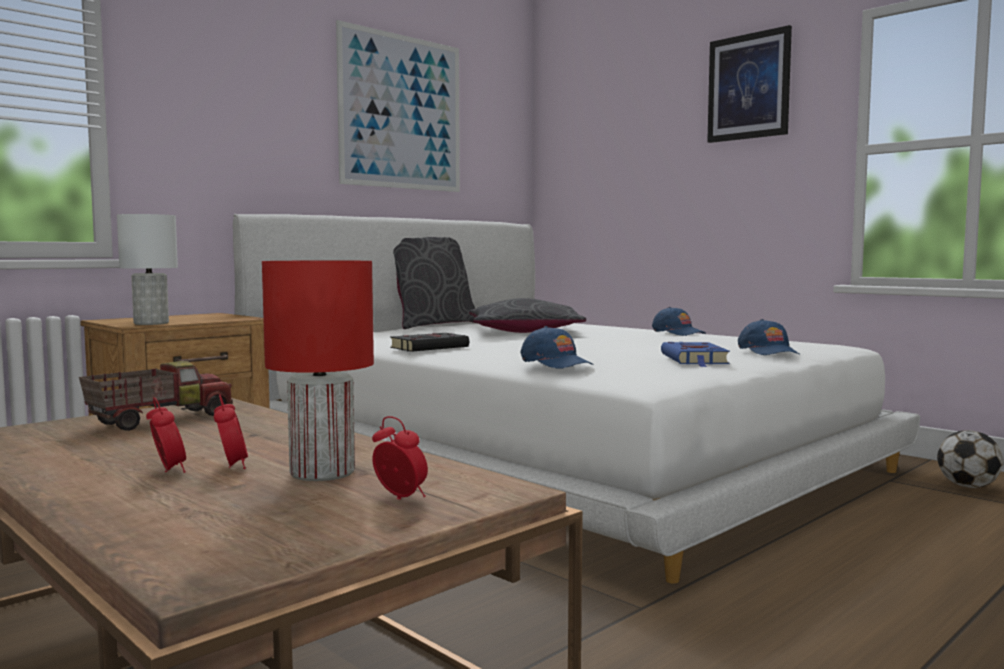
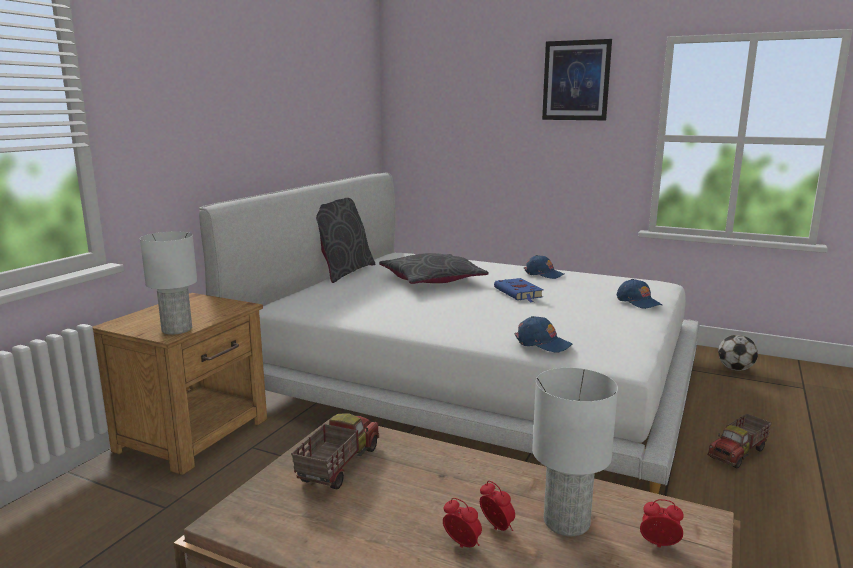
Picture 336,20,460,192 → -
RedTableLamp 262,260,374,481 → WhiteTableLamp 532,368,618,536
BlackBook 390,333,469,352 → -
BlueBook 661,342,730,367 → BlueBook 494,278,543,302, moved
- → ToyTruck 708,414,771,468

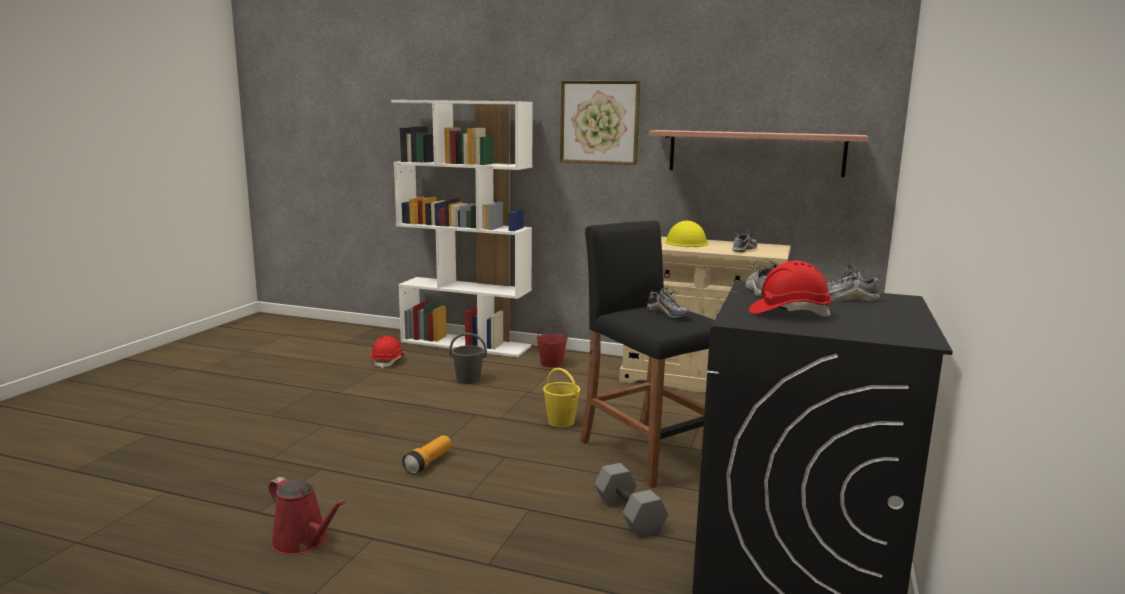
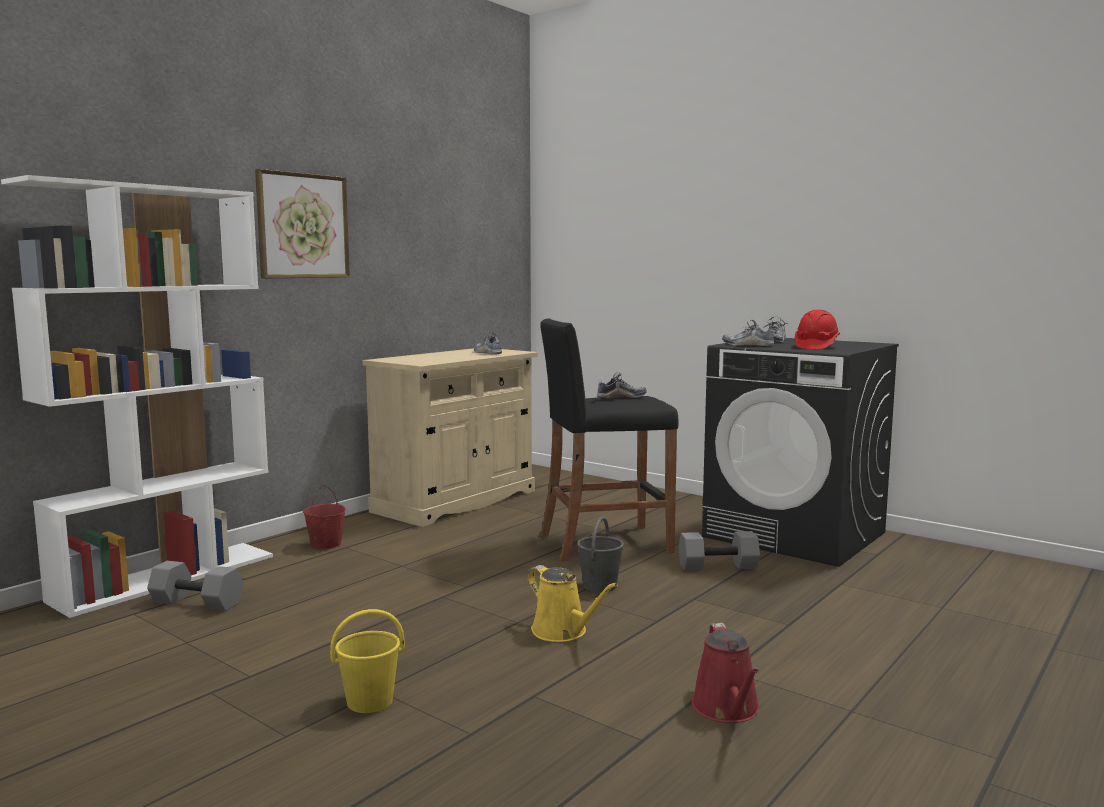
Shelf 649,130,869,177 → -
YellowHardHat 665,221,708,247 → -
GreyBucket 449,333,487,384 → GreyBucket 577,517,624,593, moved
RedHardHat 371,336,404,368 → -
YellowBucket 543,368,580,428 → YellowBucket 330,609,405,713, moved
Flashlight 403,435,451,475 → YellowWateringCan 527,565,618,642
RedWateringCan 269,477,345,555 → RedWateringCan 692,623,760,723, 120 degrees clockwise
- → GreyDumbbell 147,561,244,611

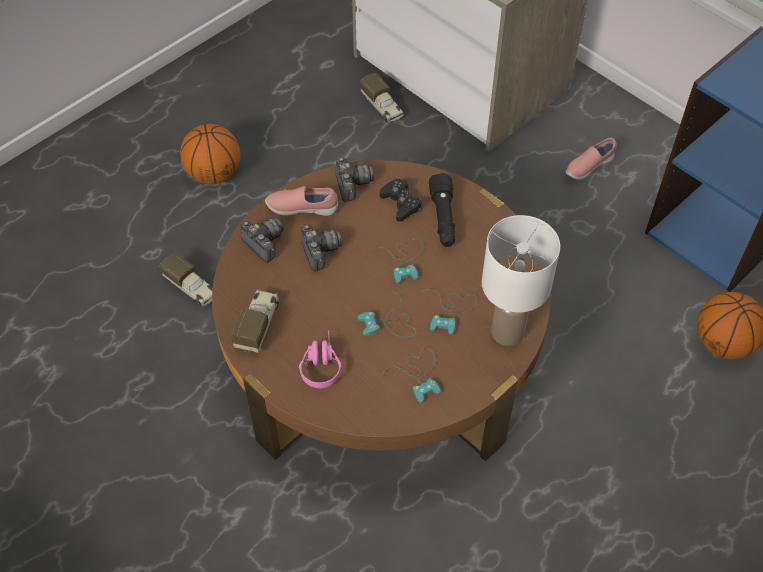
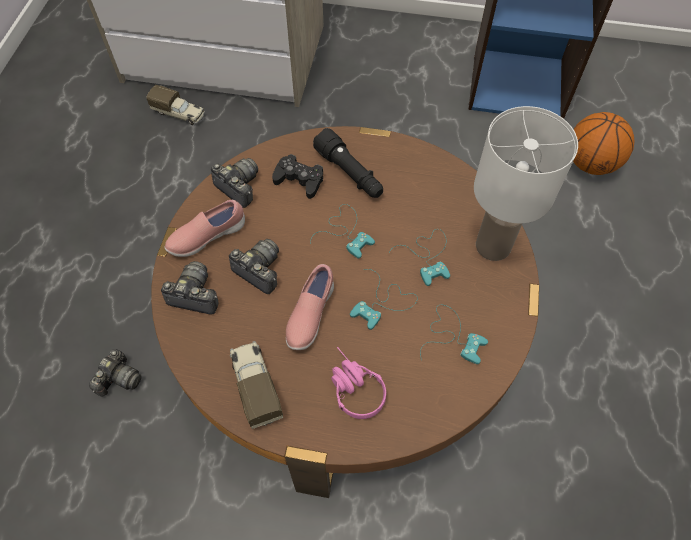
Basketball 180,124,240,184 → -
PinkShoe 566,137,617,180 → PinkShoe 286,264,334,350, moved
ToyTruck 160,252,213,306 → PhotoCamera 89,349,142,397

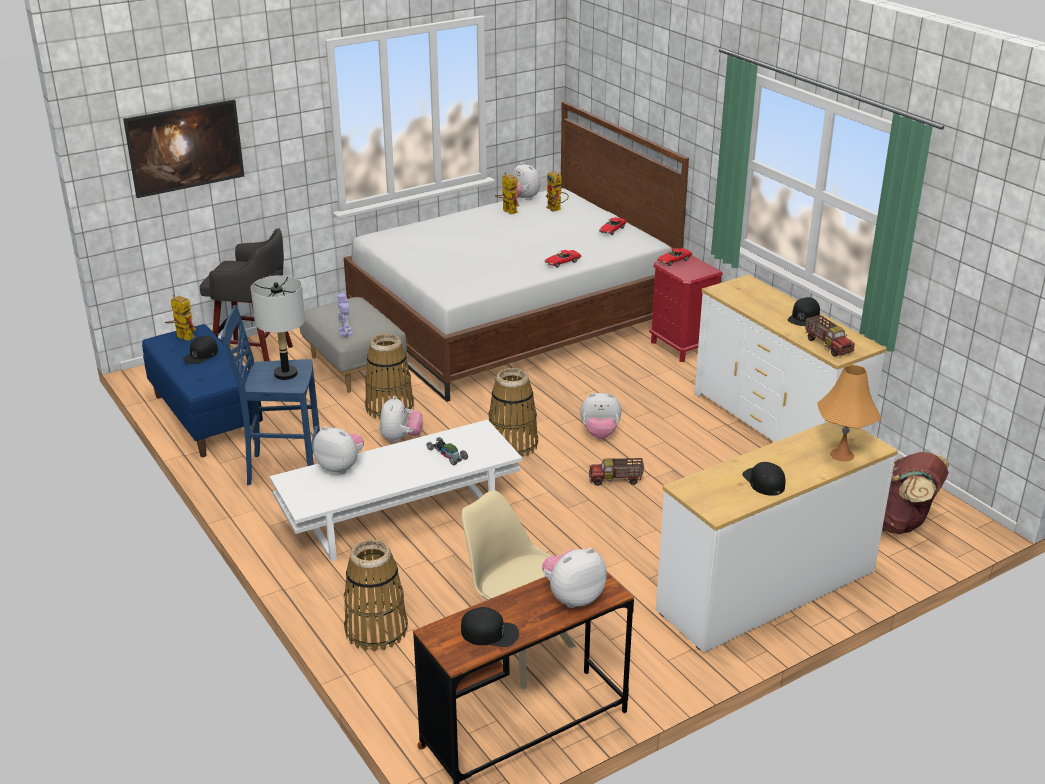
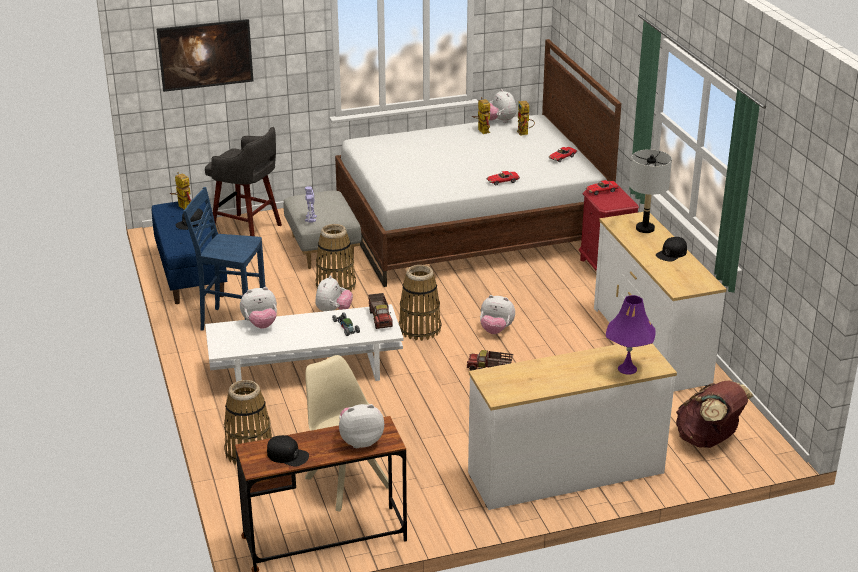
GreyTableLamp 251,275,305,380 → GreyTableLamp 629,149,672,233, moved
ToyTruck 805,315,855,357 → ToyTruck 368,293,393,329, moved
OrangeTableLamp 817,364,881,462 → PurpleTableLamp 606,295,656,375
PlushToy 313,426,364,474 → PlushToy 240,287,277,329, 120 degrees clockwise
BlackCap 742,462,786,496 → -

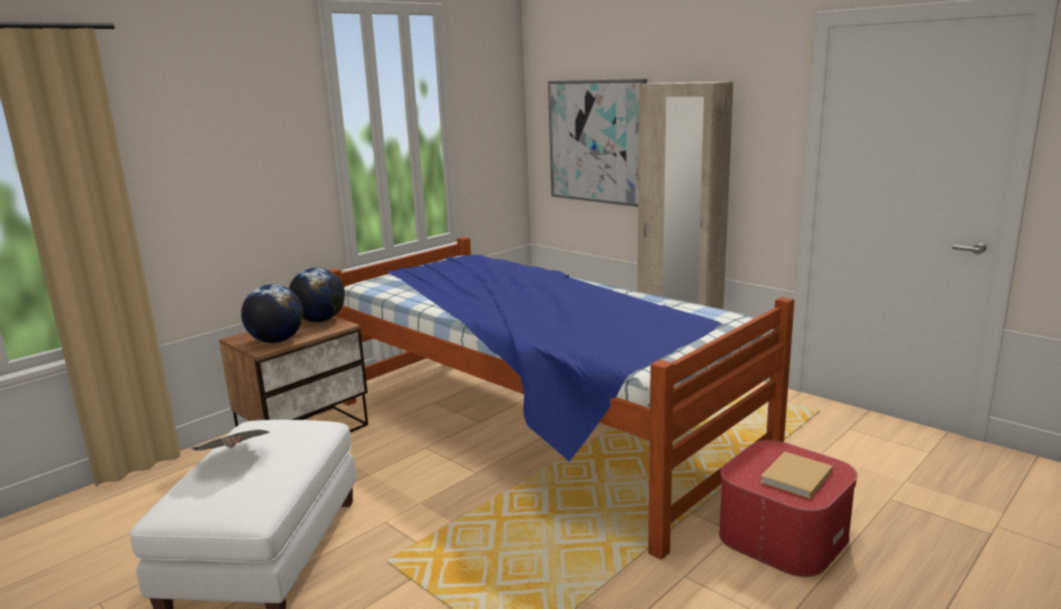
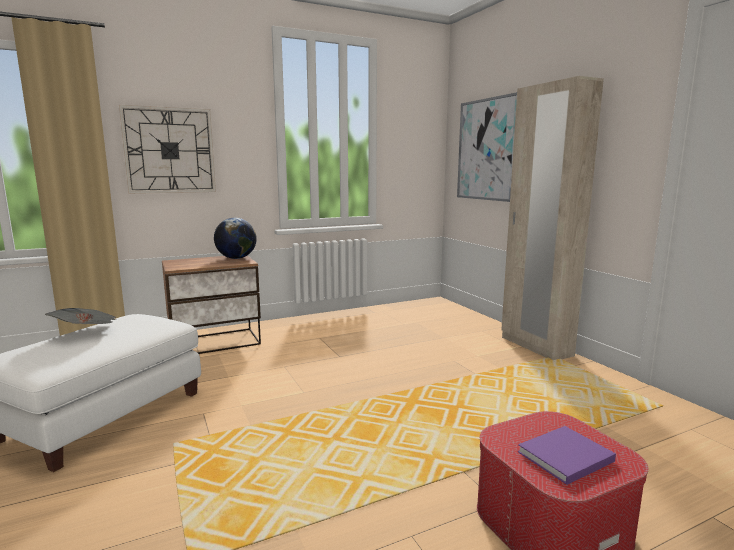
Bed 329,237,795,560 → -
Globe 241,284,303,343 → -
BeigeBook 760,452,833,499 → PurpleBook 518,426,616,485
- → WallClock 119,105,216,194

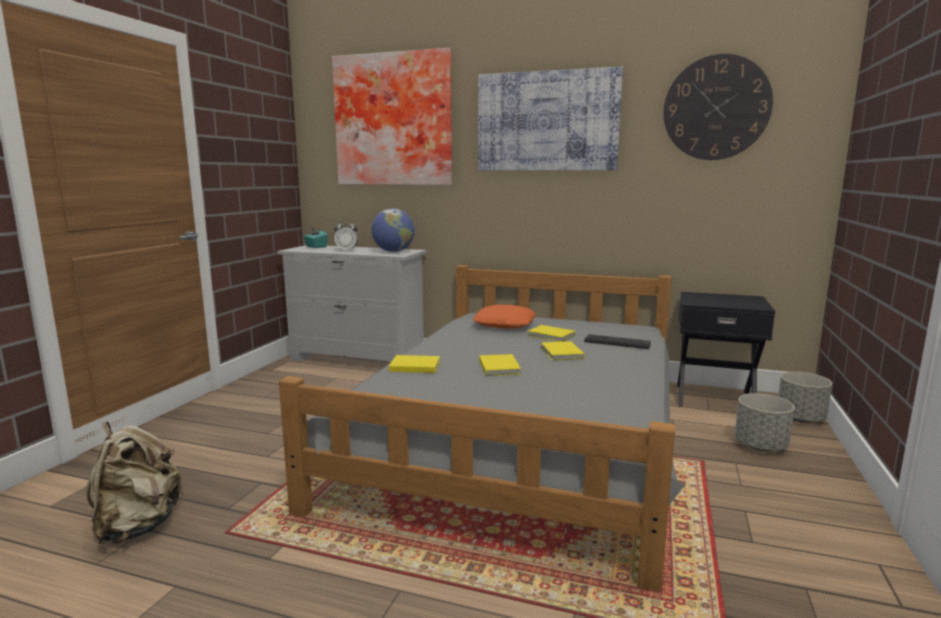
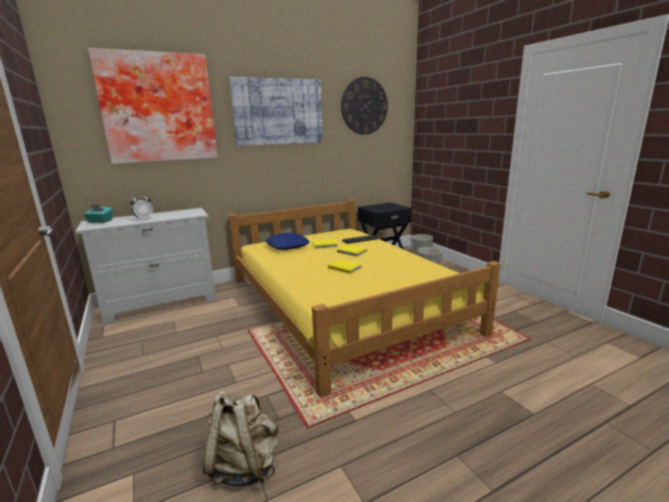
Globe 371,208,415,252 → -
GreyBed 279,265,685,592 → YellowBed 228,199,501,397
OrangePillow 473,305,535,329 → BluePillow 265,233,310,250
YellowBook 389,355,440,373 → -

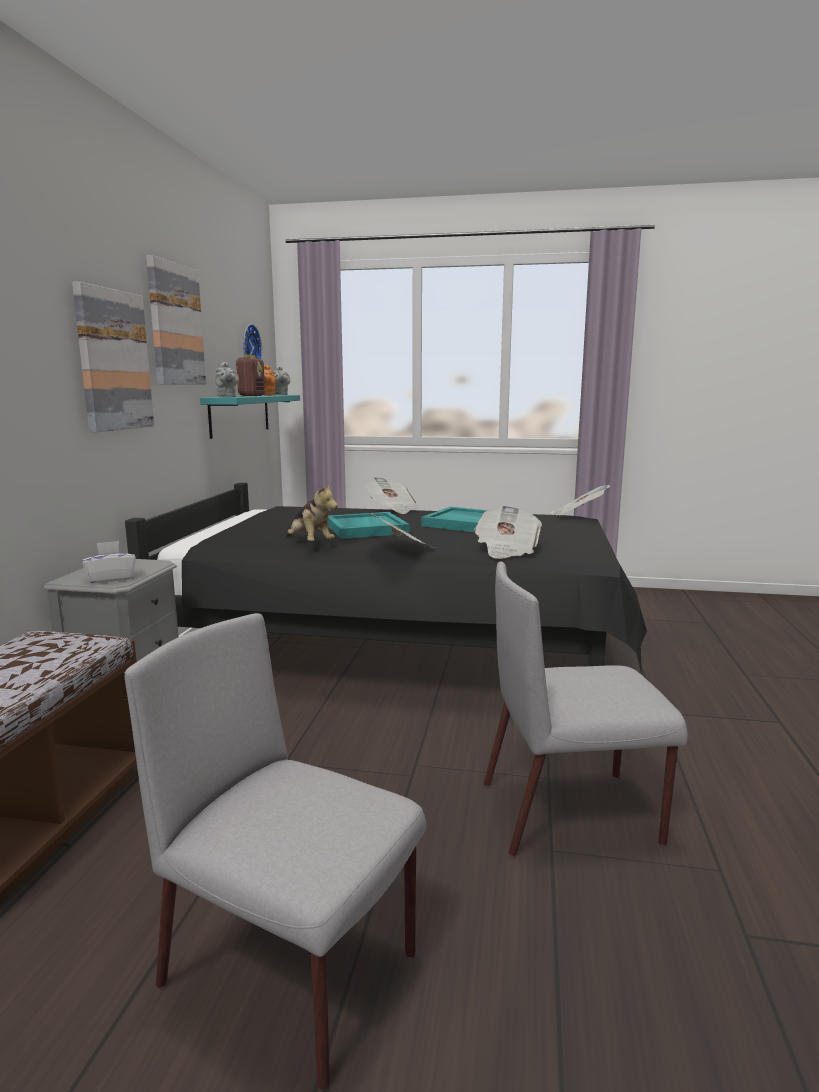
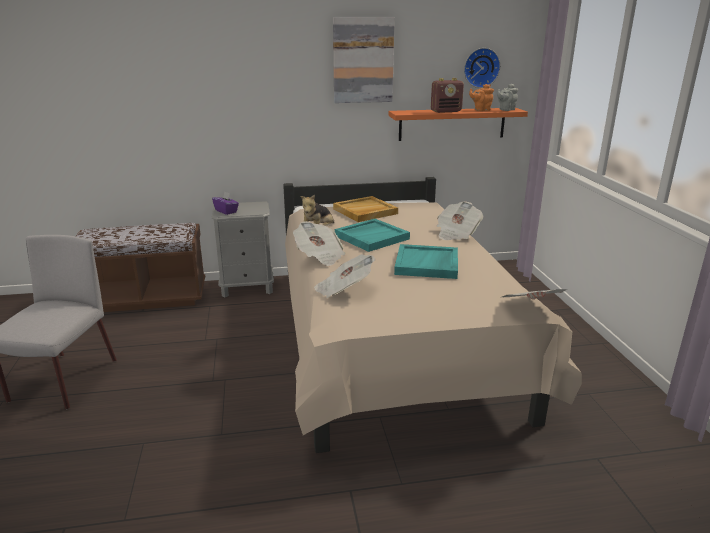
Picture 72,282,154,432 → -
GreyTeapot 214,362,239,397 → -
TurquoiseShelf 200,395,300,439 → OrangeShelf 389,108,528,141
BlackBed 125,483,647,675 → BeigeBed 283,177,582,453
WhiteTissueBox 82,541,136,584 → PurpleTissueBox 212,191,239,215
GreyChair 484,562,688,856 → -
- → BeigeTray 333,196,398,222

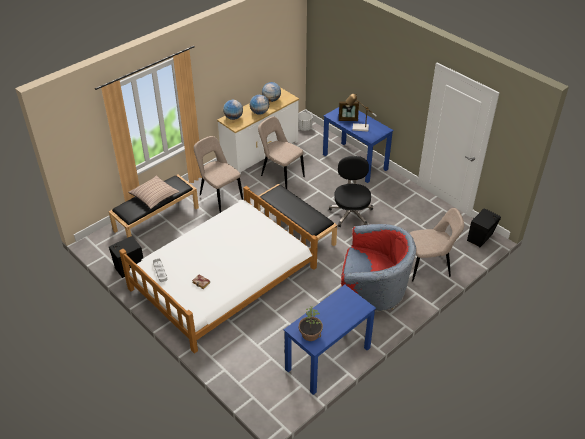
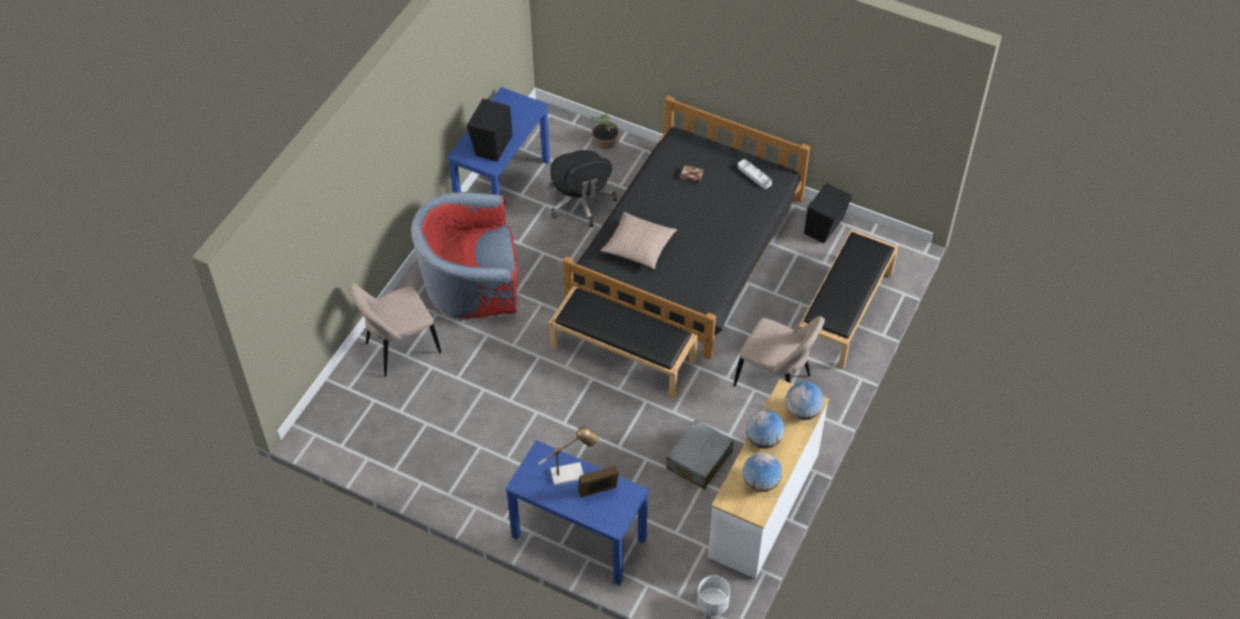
BeigeChair 258,116,305,189 → GreySuitcase 666,420,733,489
BlackOfficeChair 329,156,373,227 → BlackOfficeChair 550,150,617,227, moved
Pillow 128,175,179,209 → Pillow 600,212,677,270, moved
WhiteBed 119,186,318,353 → BlackBed 563,95,810,360
BlackSpeaker 467,208,501,247 → BlackSpeaker 467,99,513,162, moved
PottedPlant 299,306,323,341 → PottedPlant 592,112,619,149, moved

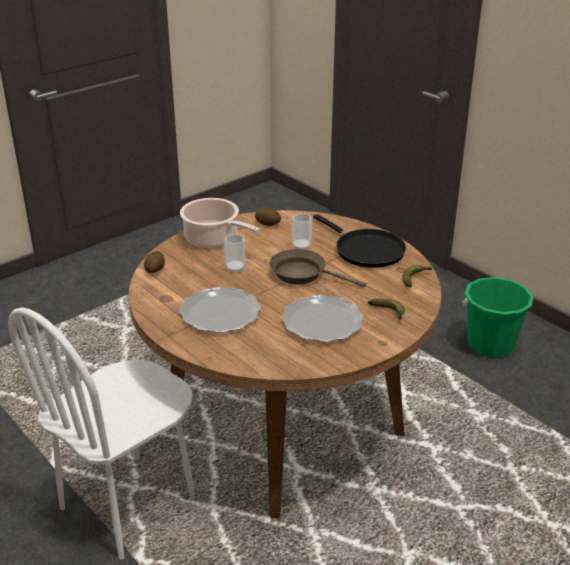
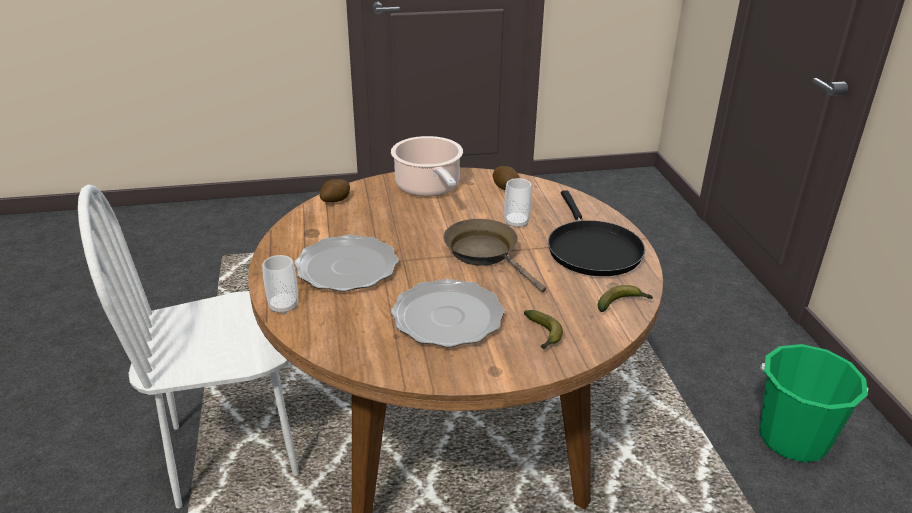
Cup 224,234,245,274 → Cup 262,255,298,314, moved

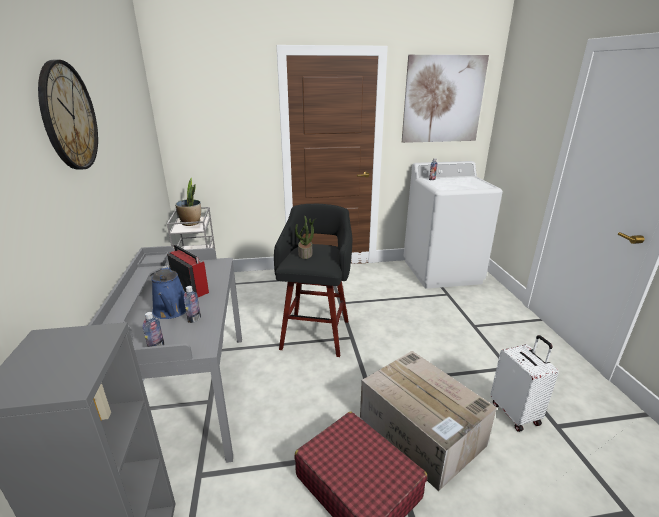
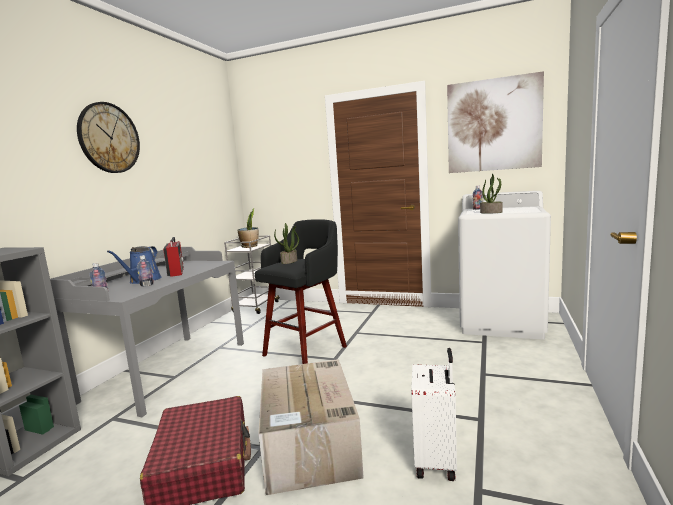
- → PottedPlant 480,173,502,213

